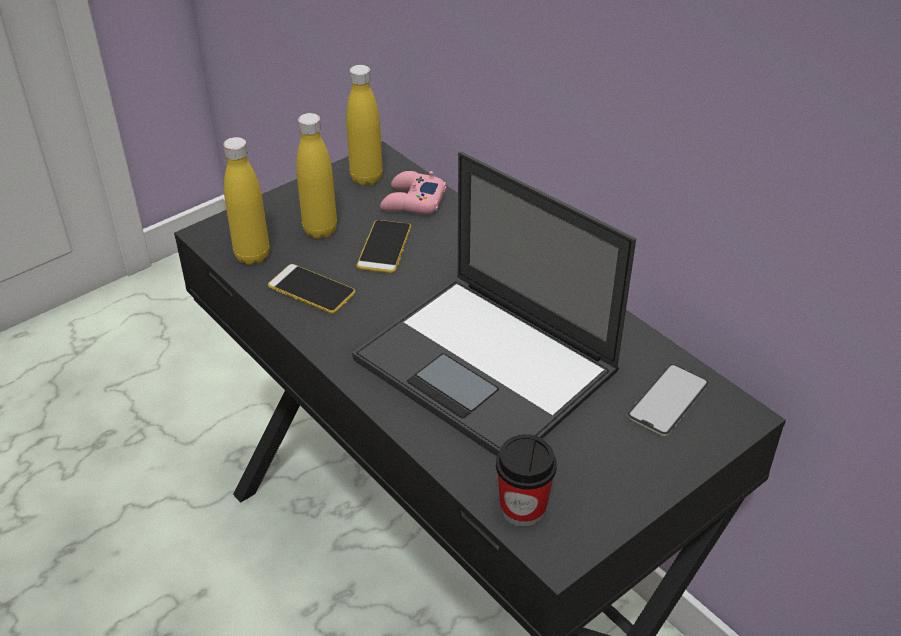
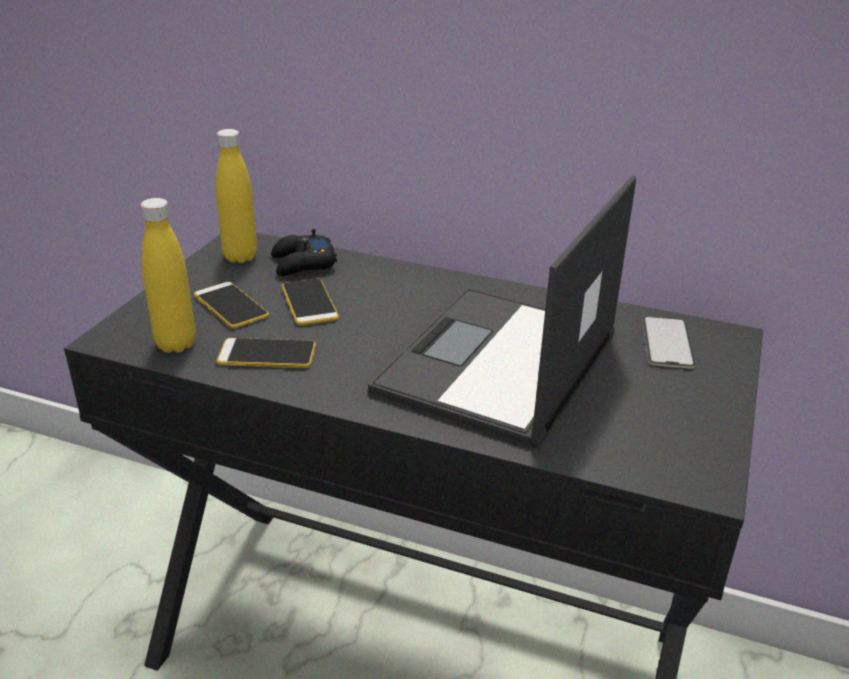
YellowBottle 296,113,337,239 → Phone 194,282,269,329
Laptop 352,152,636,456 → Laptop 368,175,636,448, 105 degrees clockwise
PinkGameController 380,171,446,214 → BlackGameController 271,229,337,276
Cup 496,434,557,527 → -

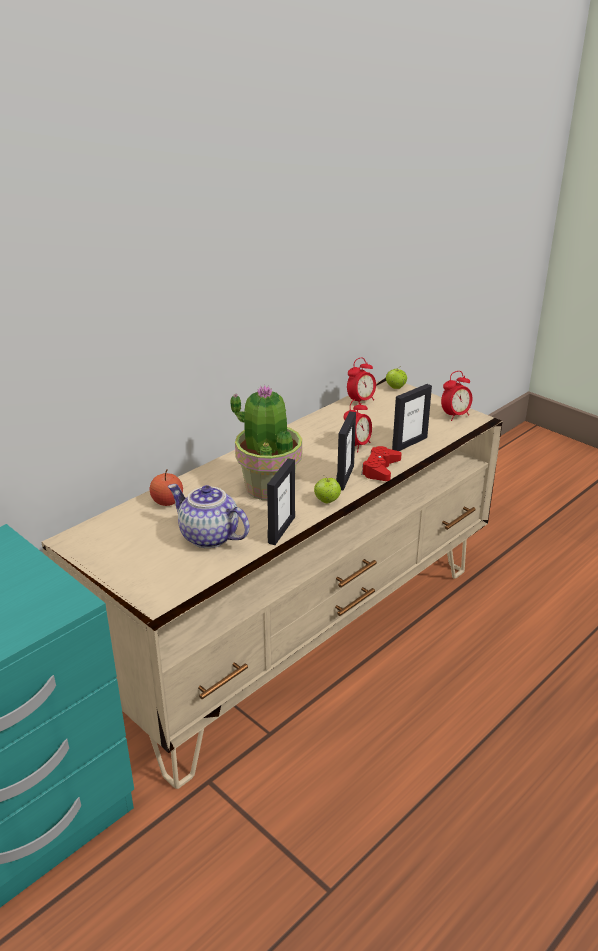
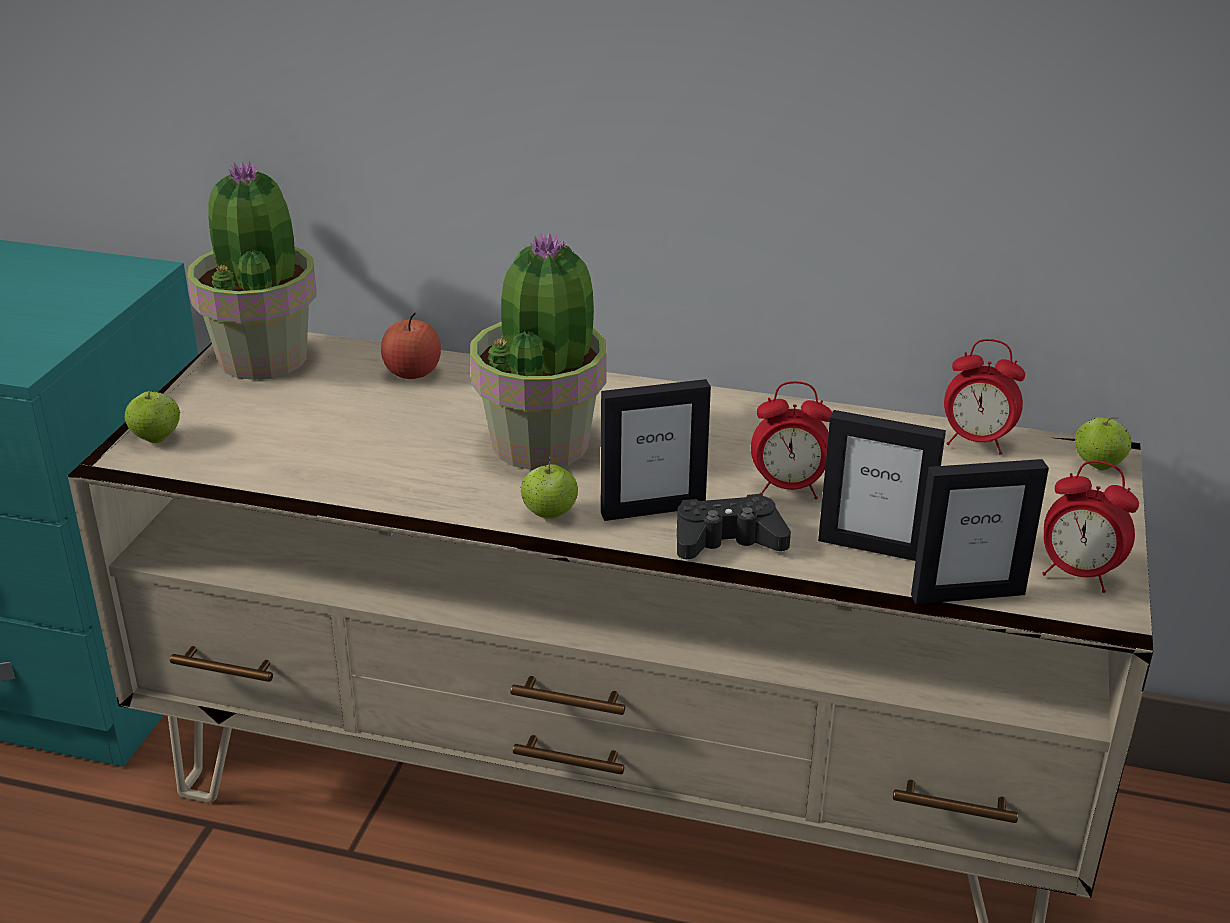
RedGameController 361,446,402,481 → BlackGameController 677,494,791,559
PictureFrame 267,458,295,545 → PictureFrame 911,459,1049,604, moved
Teapot 168,484,250,548 → -
- → PottedPlant 187,160,316,380
- → Apple 124,391,180,443

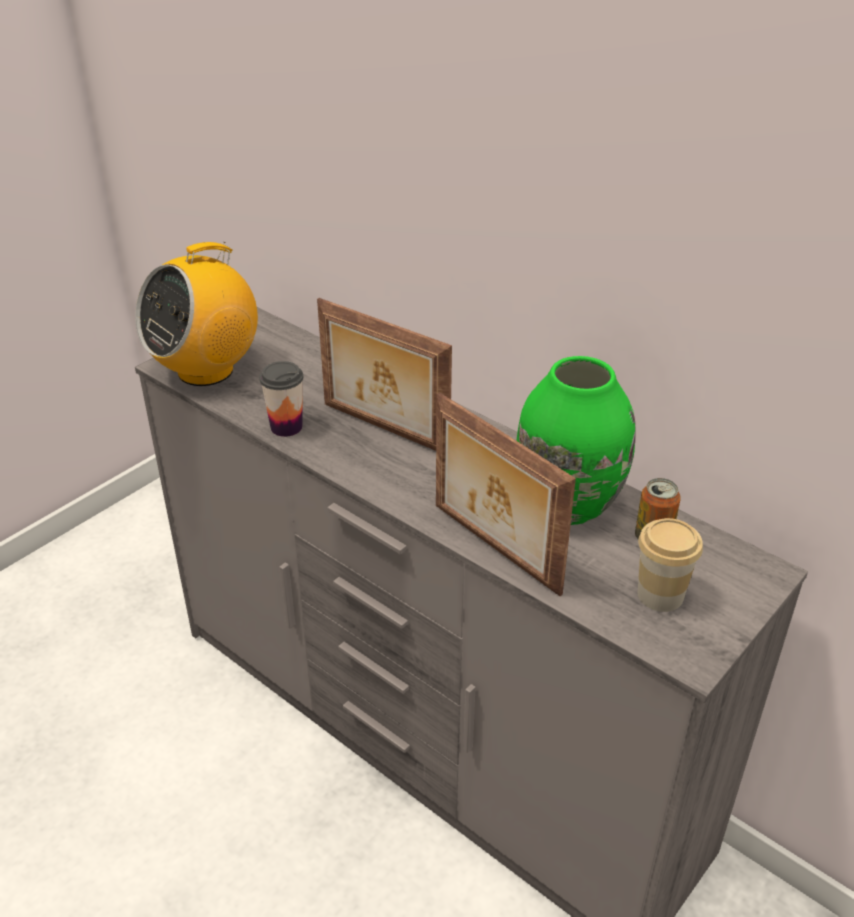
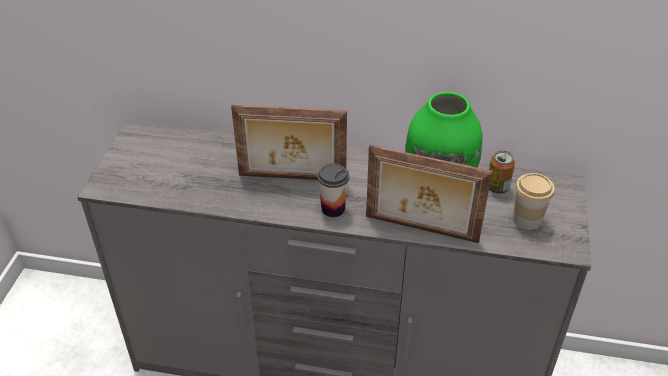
Radio 135,242,258,386 → -
Cup 259,361,303,437 → Cup 317,163,349,217, moved

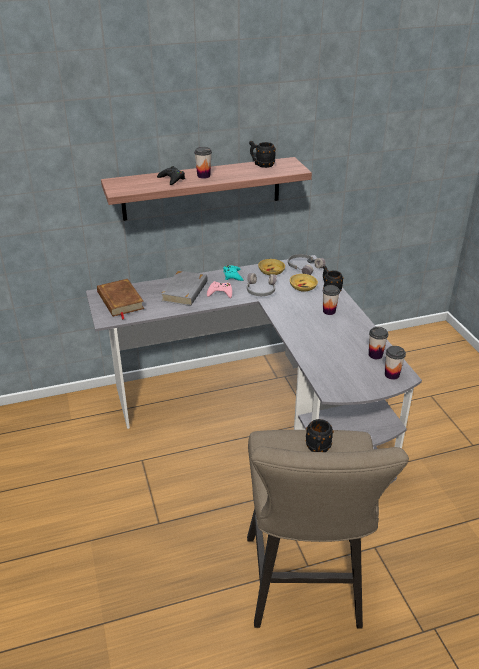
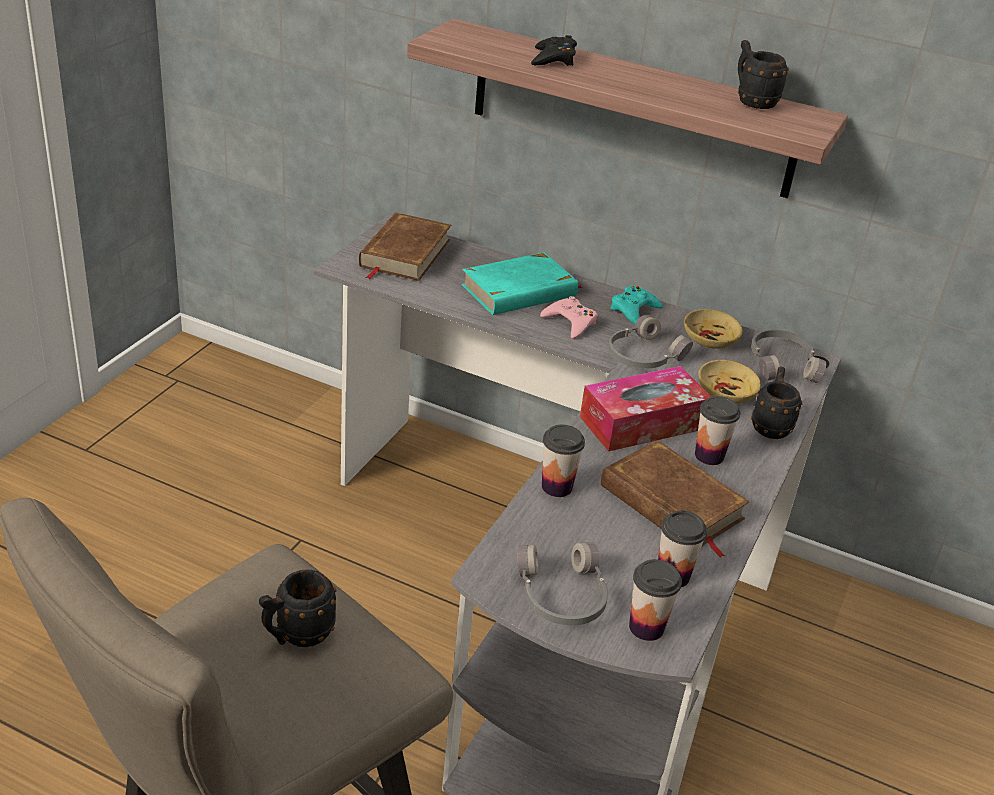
Cup 194,147,212,179 → Cup 542,425,585,497, moved
GreyBook 160,270,208,306 → TurquoiseBook 461,252,583,315
- → TissueBox 580,366,711,452
- → BrownBook 601,440,750,558
- → GreyHeadphones 517,543,608,626

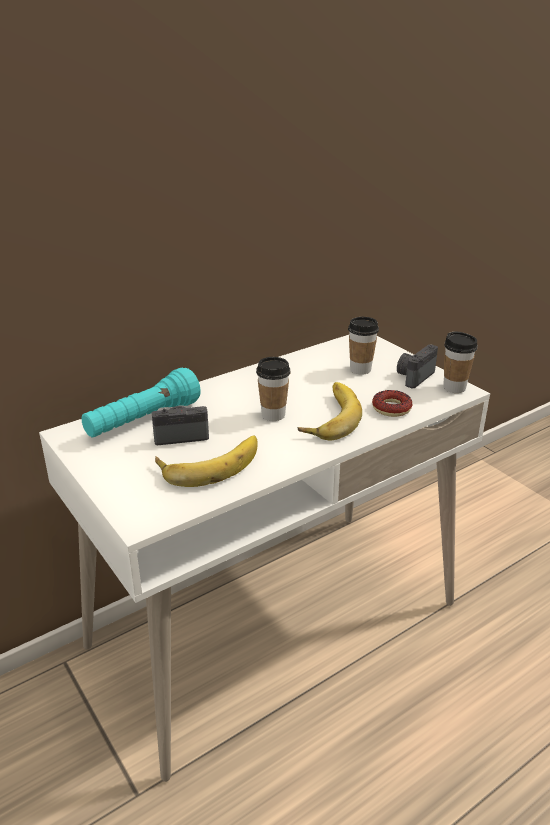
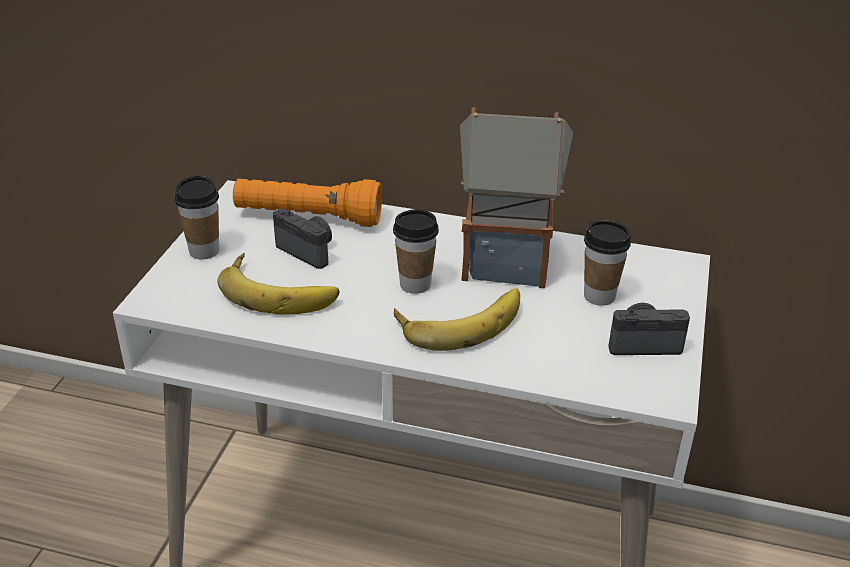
Cup 443,332,478,393 → Cup 175,176,219,259, moved
TurquoiseFlashlight 82,368,201,438 → OrangeFlashlight 233,179,382,227
Donut 372,390,412,417 → -
- → ToyHouse 460,107,573,288

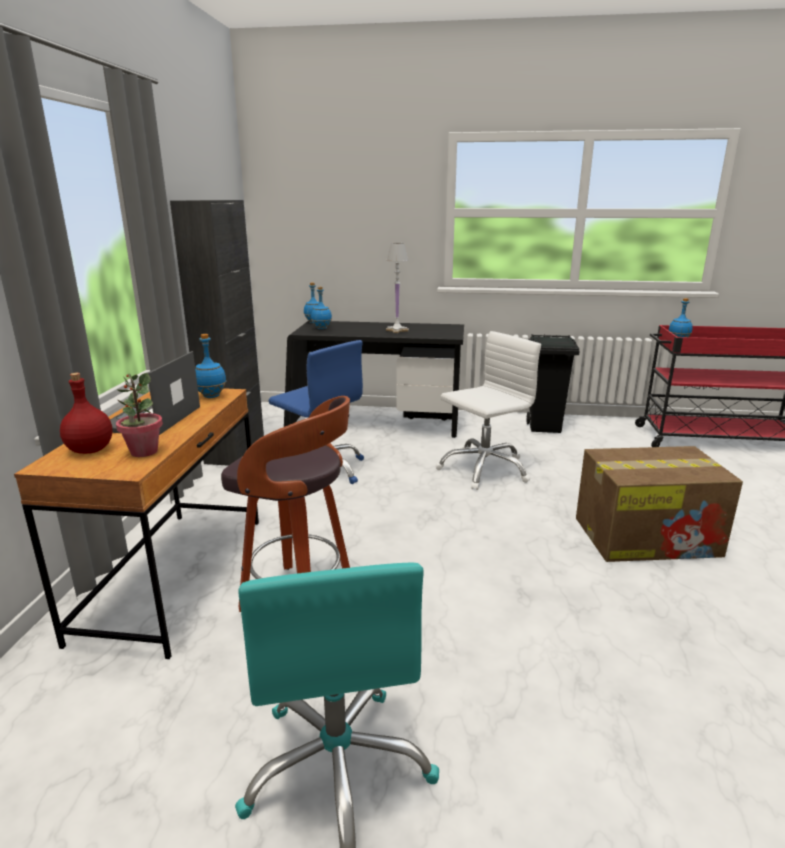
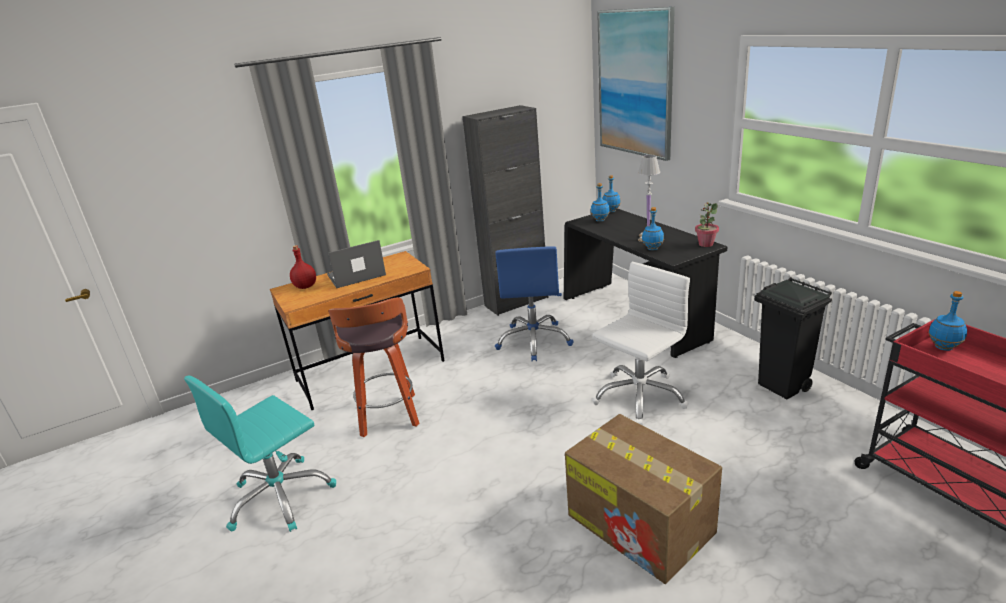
WhiteOfficeChair 436,331,541,490 → WhiteOfficeChair 592,262,690,425, 60 degrees counterclockwise
BlueBottle 195,334,227,398 → BlueBottle 642,207,664,250, moved
PottedPlant 116,373,163,457 → PottedPlant 695,202,719,247, moved
- → Picture 597,7,675,161

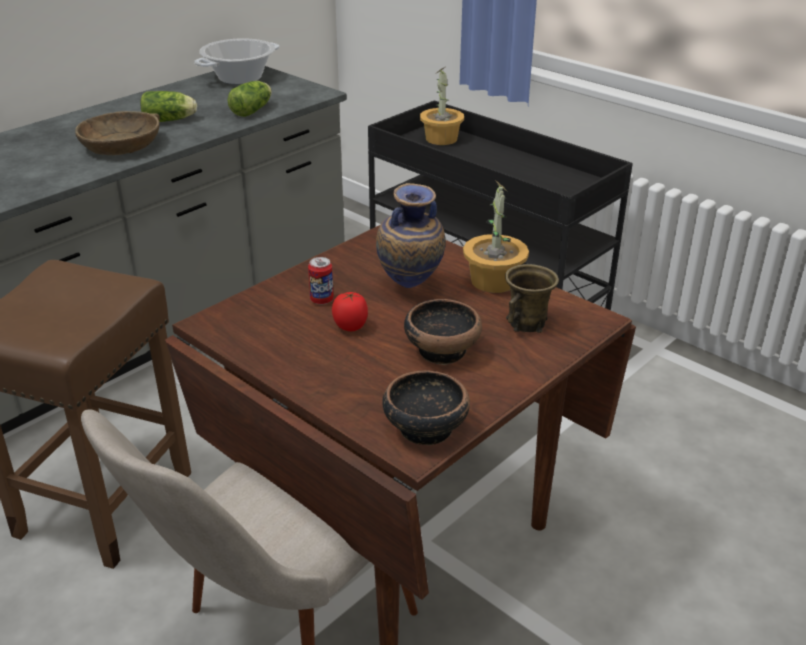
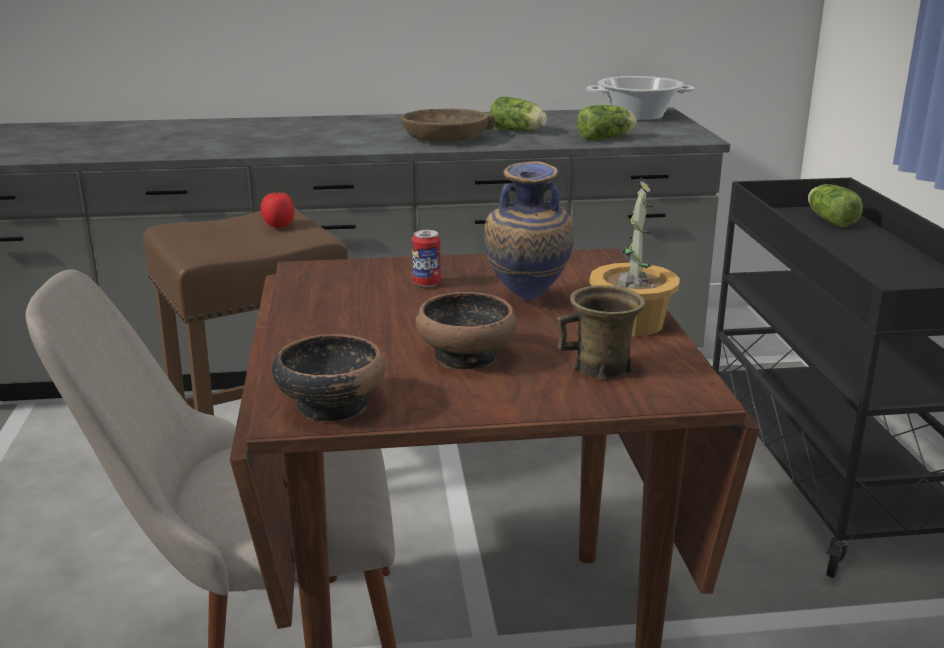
PottedPlant 420,67,464,145 → Lettuce 808,184,863,228
Tomato 332,292,368,331 → Tomato 261,192,294,228, moved

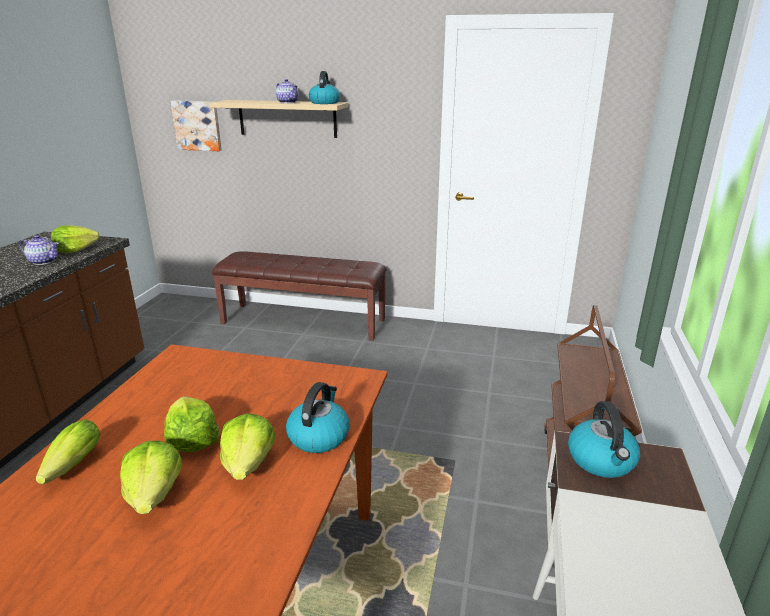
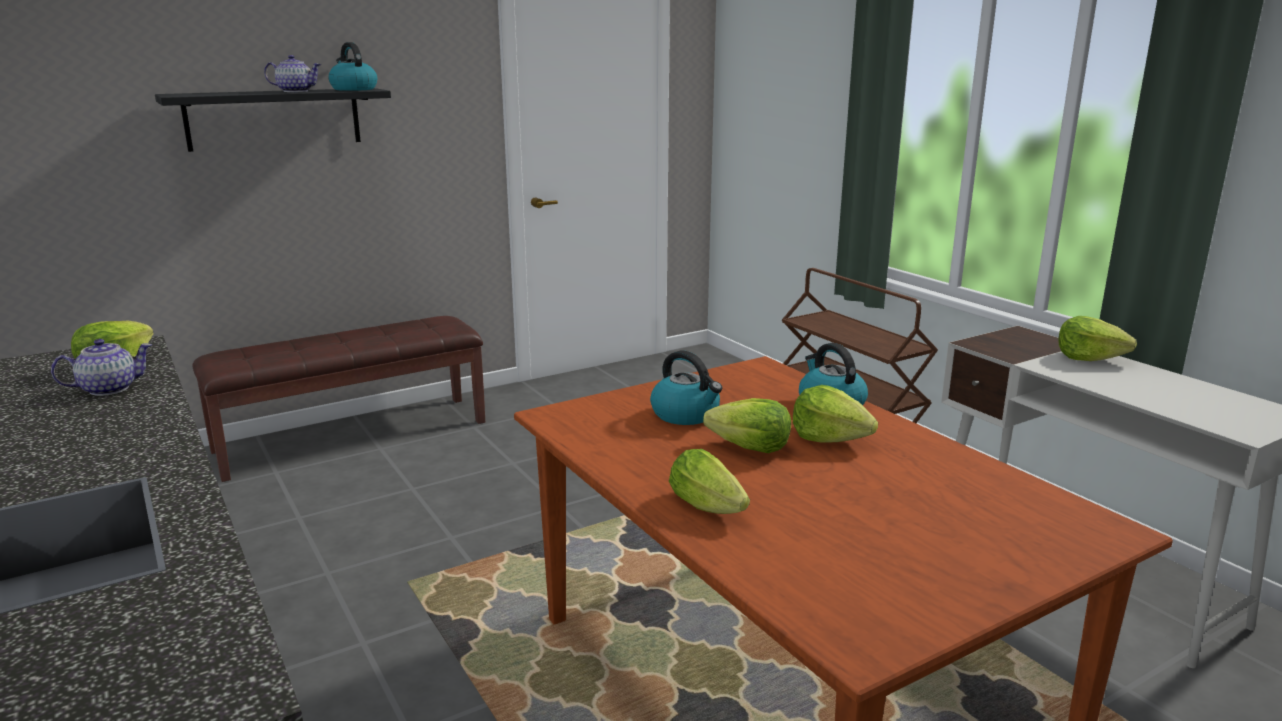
BeigeShelf 209,100,348,138 → BlackShelf 155,88,391,152
Picture 170,101,222,151 → -
Kettle 568,401,640,478 → Kettle 650,351,722,425, moved
Lettuce 120,441,182,514 → Lettuce 1059,316,1137,361, moved

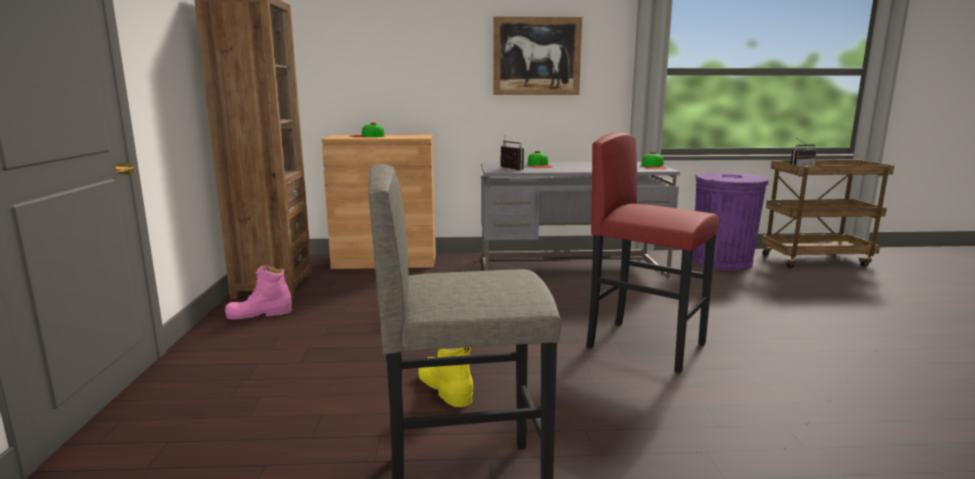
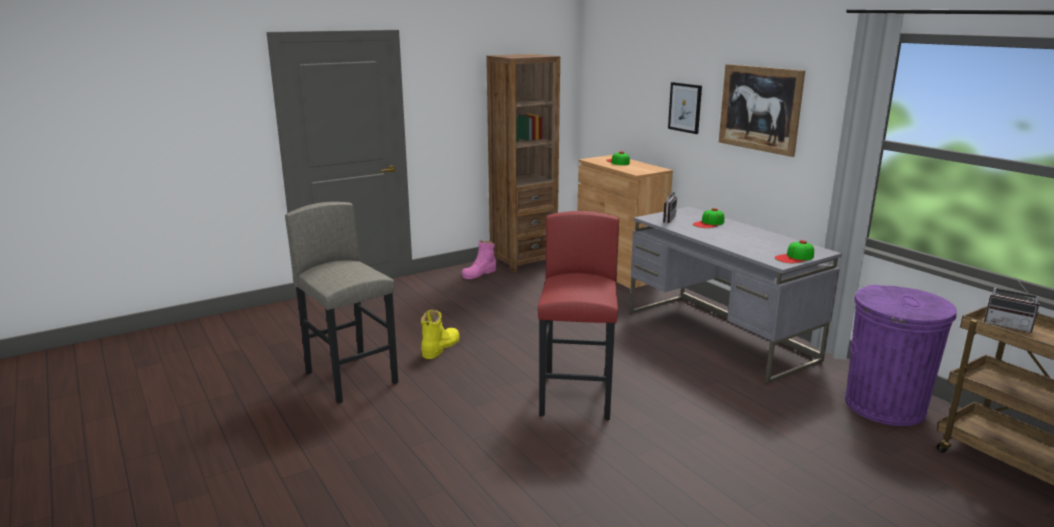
PinkBoot 225,265,292,320 → PinkBoot 462,240,496,279, 90 degrees counterclockwise
- → Picture 668,82,702,134

